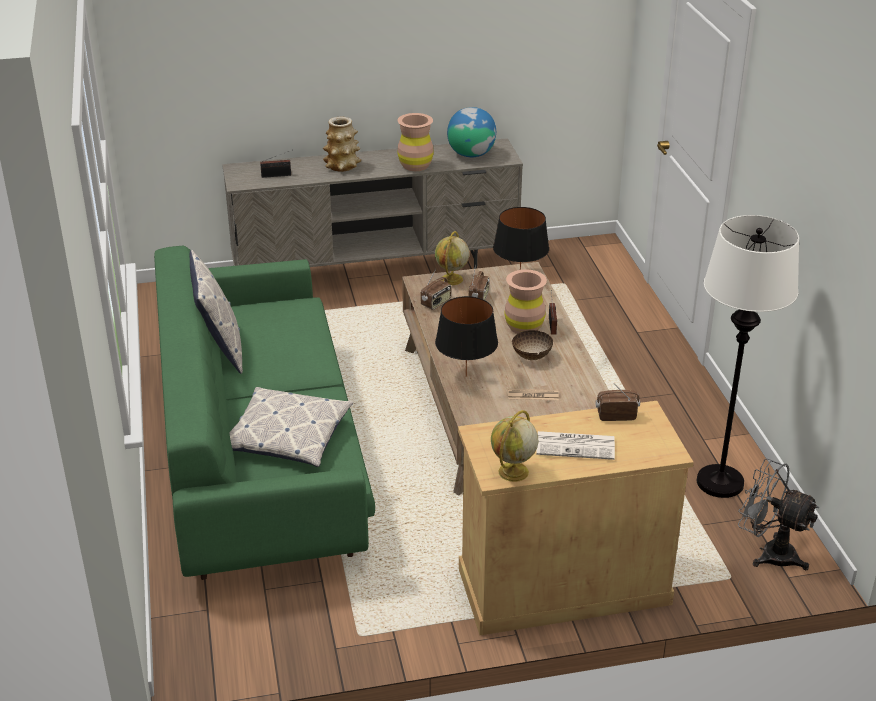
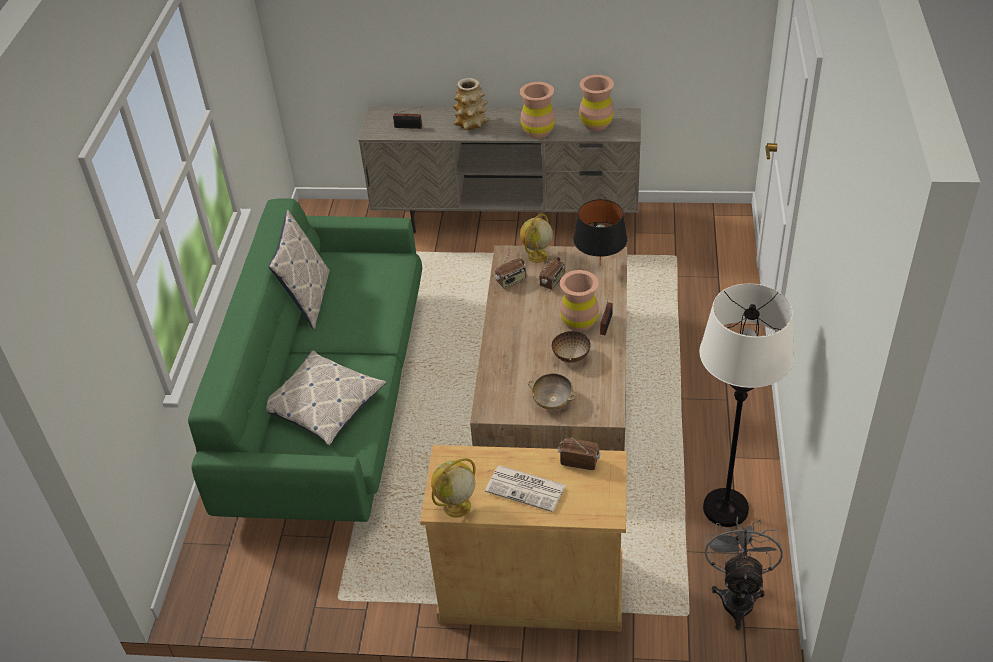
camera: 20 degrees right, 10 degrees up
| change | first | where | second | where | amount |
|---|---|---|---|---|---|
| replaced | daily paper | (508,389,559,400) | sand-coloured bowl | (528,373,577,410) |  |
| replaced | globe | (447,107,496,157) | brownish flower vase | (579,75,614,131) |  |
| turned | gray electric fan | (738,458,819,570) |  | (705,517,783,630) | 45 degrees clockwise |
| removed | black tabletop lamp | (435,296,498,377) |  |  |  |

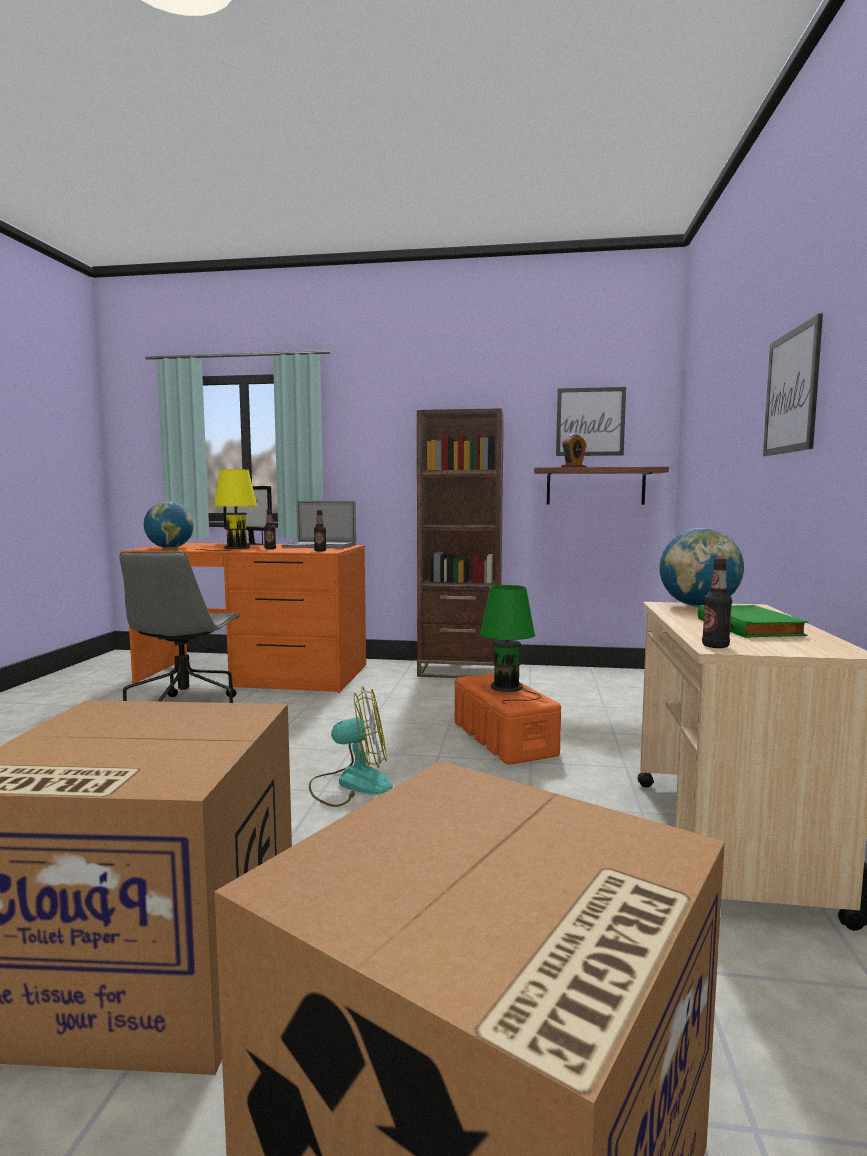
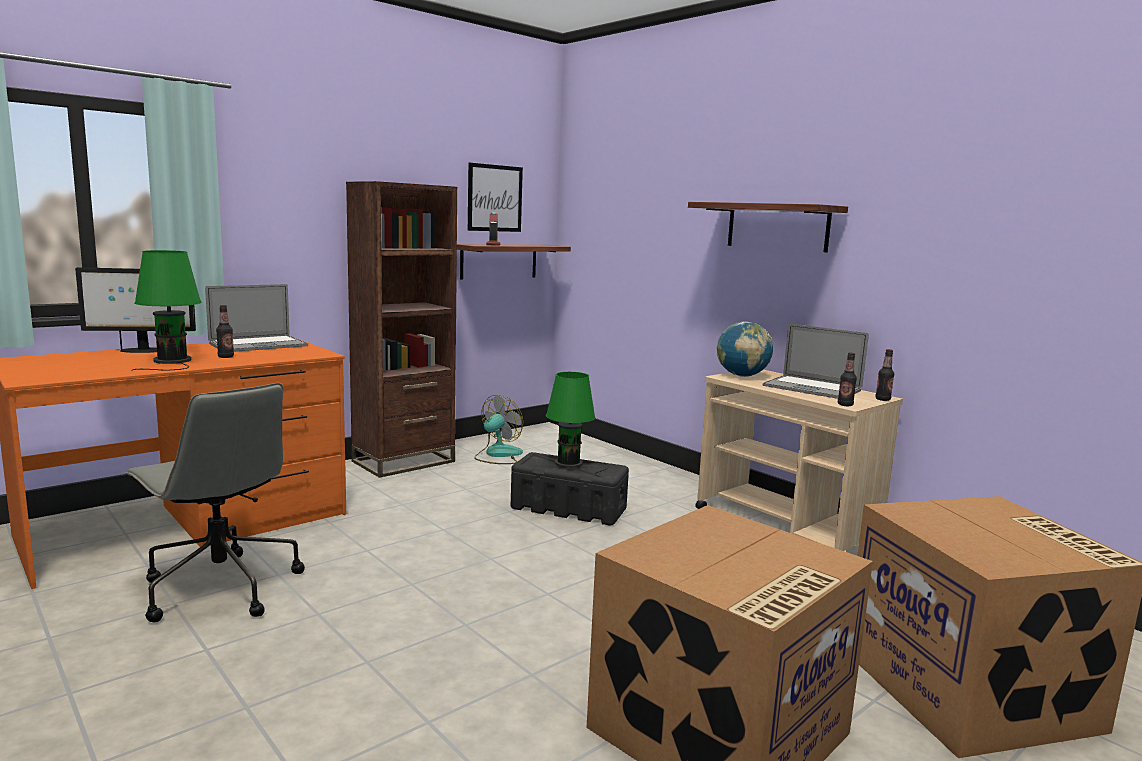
camera: 50 degrees left, 5 degrees up
| change | first | where | second | where | amount |
|---|---|---|---|---|---|
| recoloured | yellow tabletop lamp | (196,469,257,551) | greenish tabletop lamp | (131,250,202,371) |  |
| moved | electric fan | (309,687,393,807) |  | (474,395,523,464) |  |
| recoloured | orange storage bin | (455,673,561,764) | black storage bin | (511,452,629,525) |  |
| replaced | picture | (763,313,823,456) | shelf | (688,202,848,253) |  |
| replaced | greenish volume | (698,605,808,638) | portable computer | (763,323,869,399) |  |
| moved | beverage bottle | (314,510,326,551) |  | (875,349,894,401) |  |
| removed | globe | (144,501,194,548) |  |  |  |

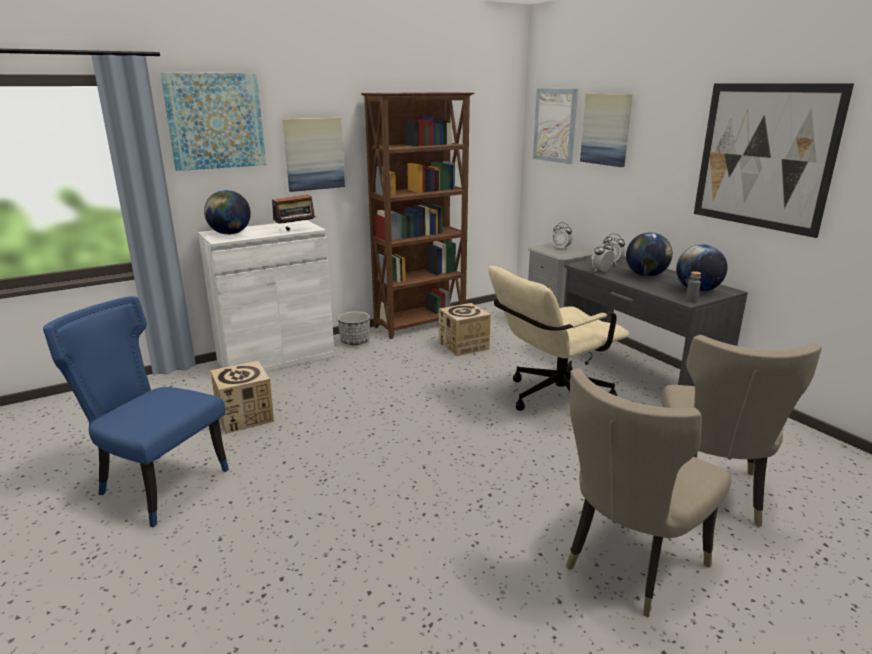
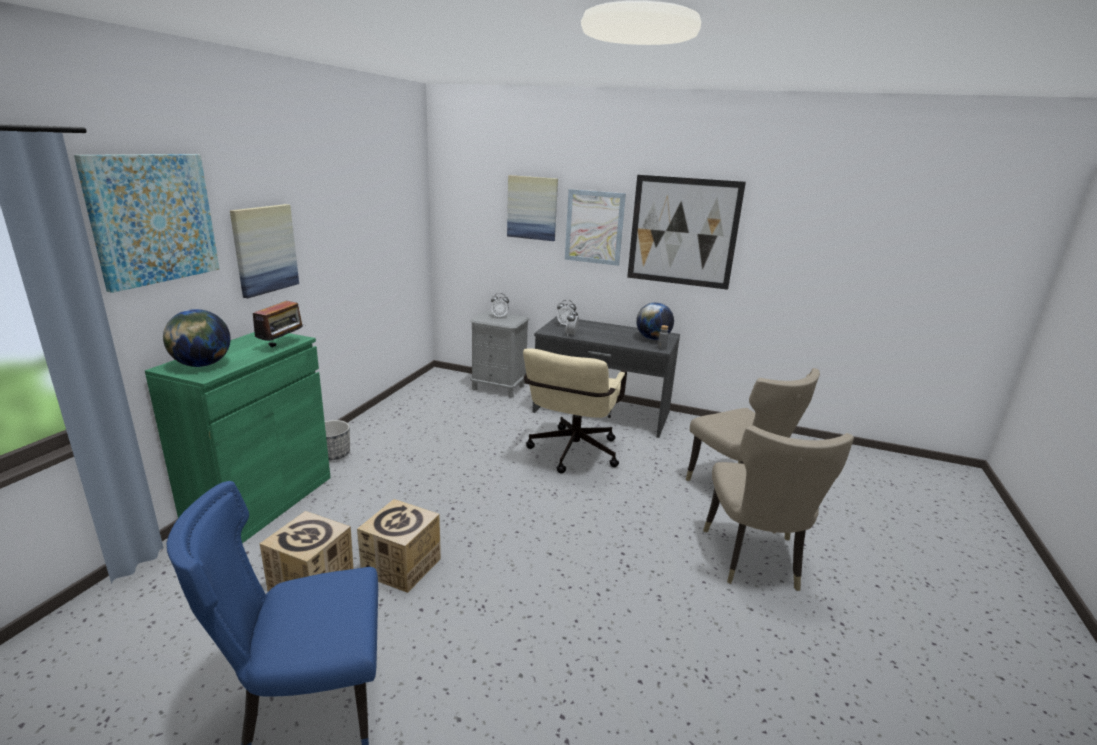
camera: 40 degrees left, 0 degrees up
| change | first | where | second | where | amount |
|---|---|---|---|---|---|
| recoloured | white-coloured cupboard | (198,220,335,372) | greenish cupboard | (145,332,331,543) |  |
| moved | packing box | (439,303,491,356) |  | (357,499,441,593) |  |
| moved | picture | (533,88,578,164) |  | (565,189,626,266) |  |
| removed | brownish bookcase | (361,92,474,339) |  |  |  |
| removed | globe | (626,233,673,277) |  |  |  |

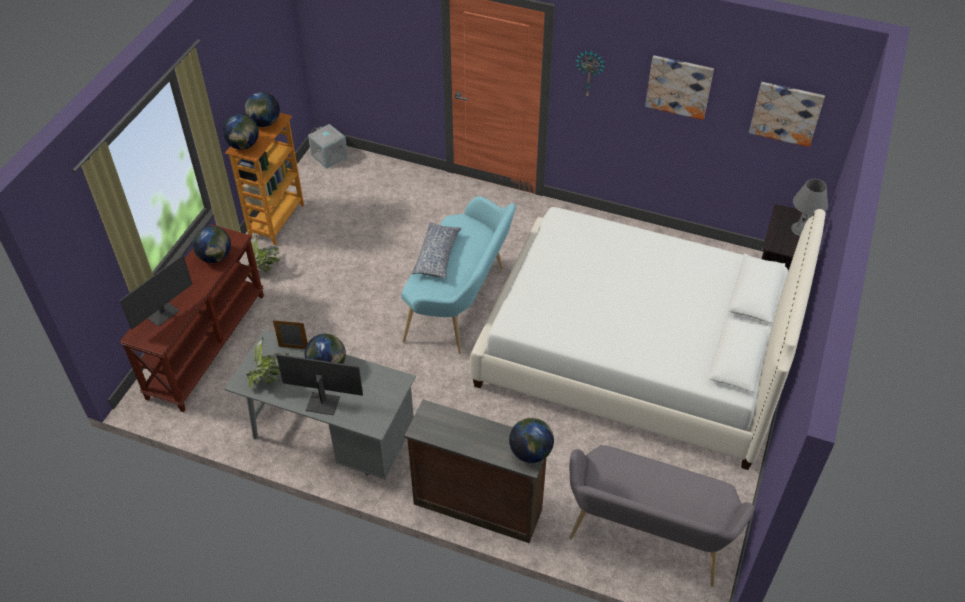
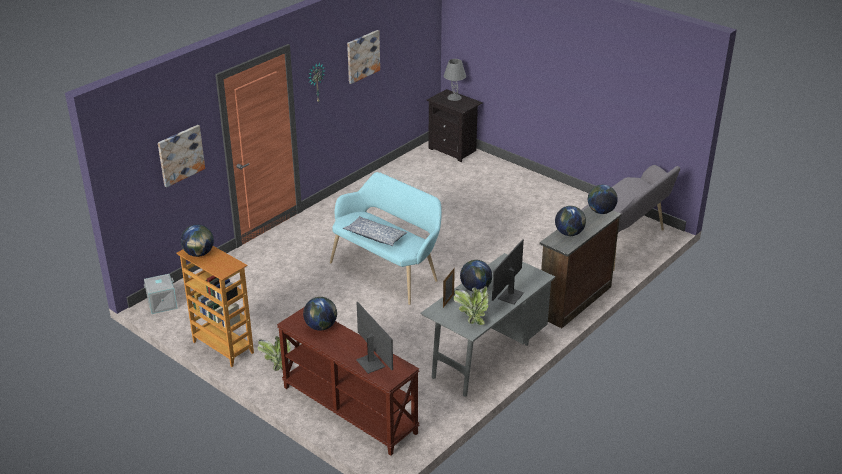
camera: 70 degrees left, 15 degrees down
| change | first | where | second | where | amount |
|---|---|---|---|---|---|
| moved | picture | (749,82,825,147) |  | (158,125,205,188) |  |
| moved | globe | (223,114,259,150) |  | (555,206,586,236) |  |
| removed | white-coloured sleeping bed | (470,207,826,470) |  |  |  |

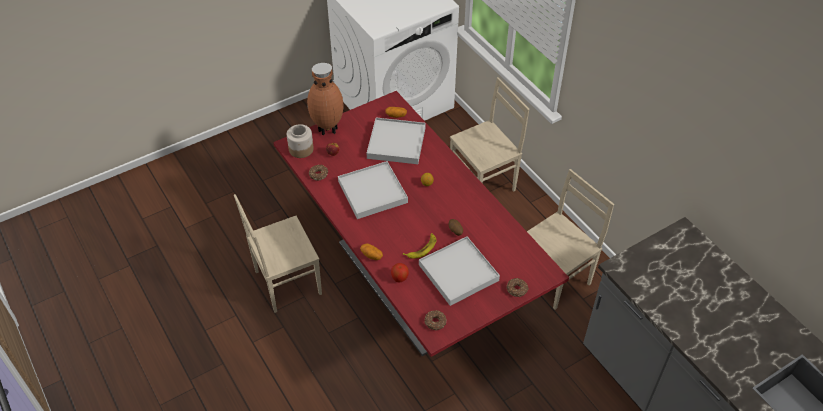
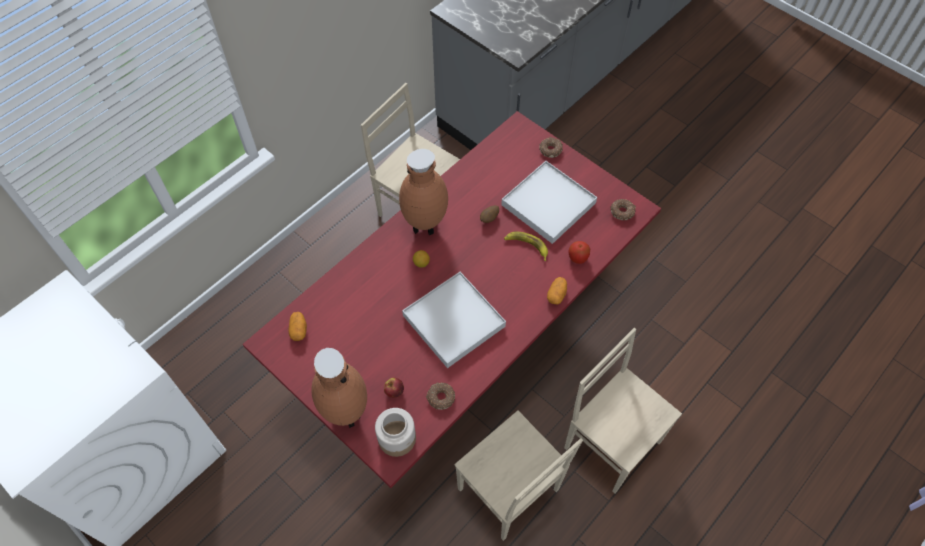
camera: 105 degrees left, 10 degrees up
| change | first | where | second | where | amount |
|---|---|---|---|---|---|
| added |  |  | brownish flower vase | (399,149,448,235) |  |
| moved | sand-coloured upright chair | (450,77,529,192) |  | (564,328,682,494) |  |
| removed | white-coloured carrying tray | (367,118,426,164) |  |  |  |

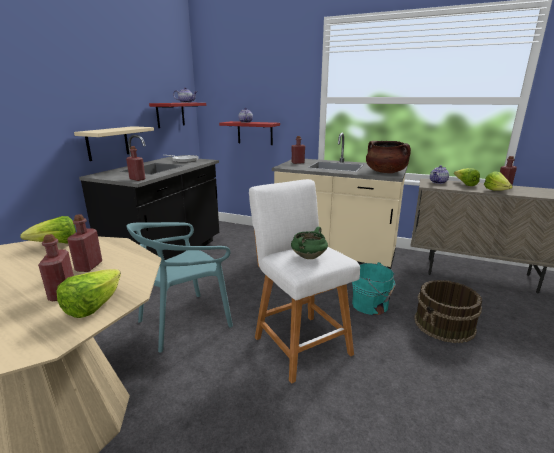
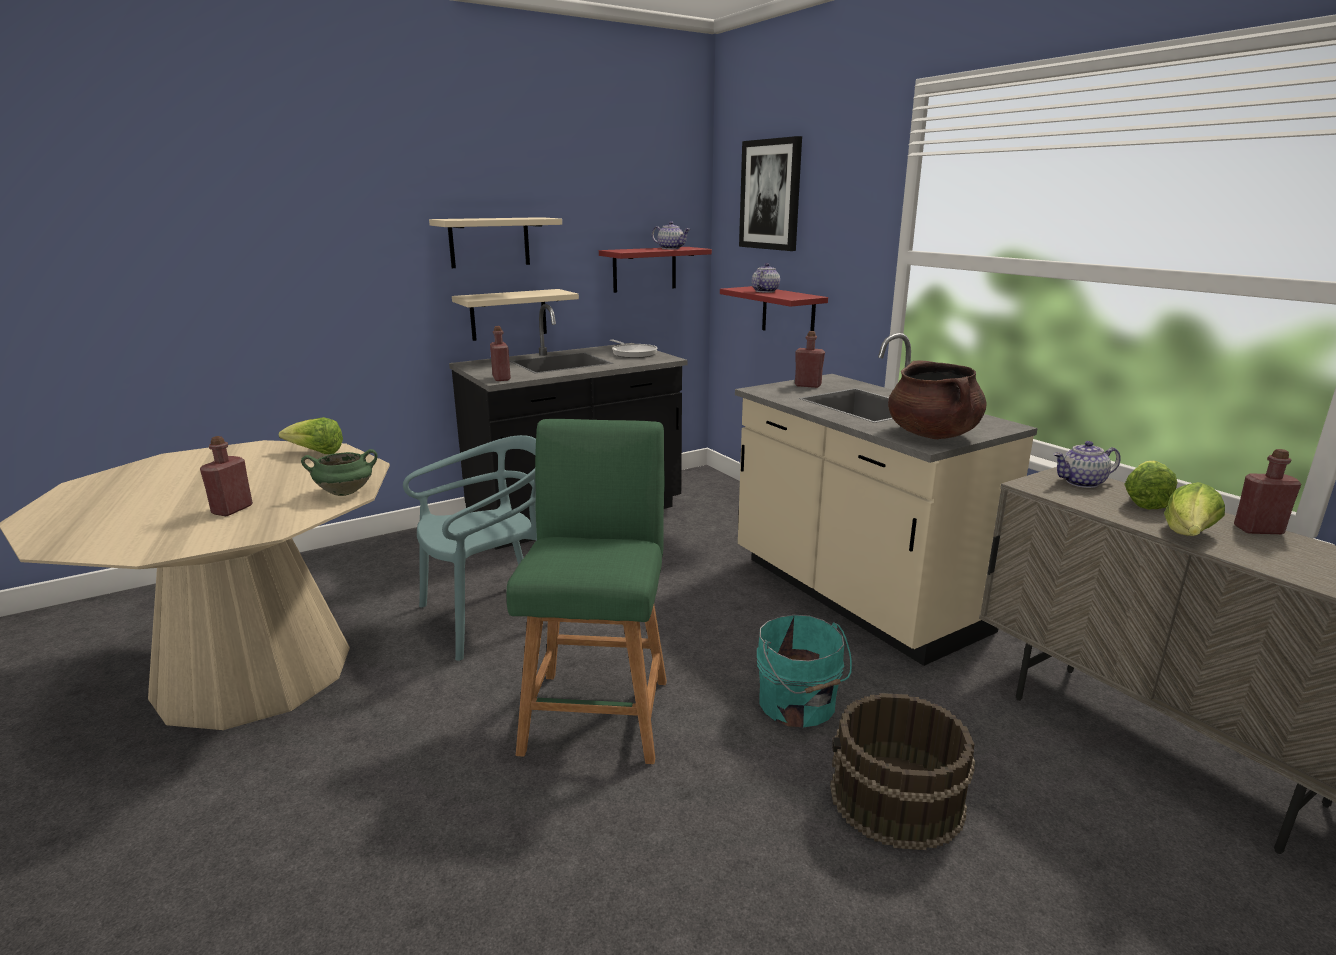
camera: 35 degrees right, 0 degrees up
| change | first | where | second | where | amount |
|---|---|---|---|---|---|
| moved | greenish cooking pot | (291,227,328,259) |  | (301,449,377,496) |  |
| turned | blue-green upright chair | (126,222,233,353) |  | (403,435,537,661) | 150 degrees clockwise |
| added |  |  | sand-coloured shelf | (429,217,562,268) |  |
| recoloured | white-coloured sitting stool | (249,179,360,384) | greenish sitting stool | (507,419,667,764) |  |
| added |  |  | picture | (739,136,802,251) |  |
| removed | head of lettuce | (56,269,121,318) |  |  |  |
| removed | red beverage bottle | (67,214,102,272) |  |  |  |

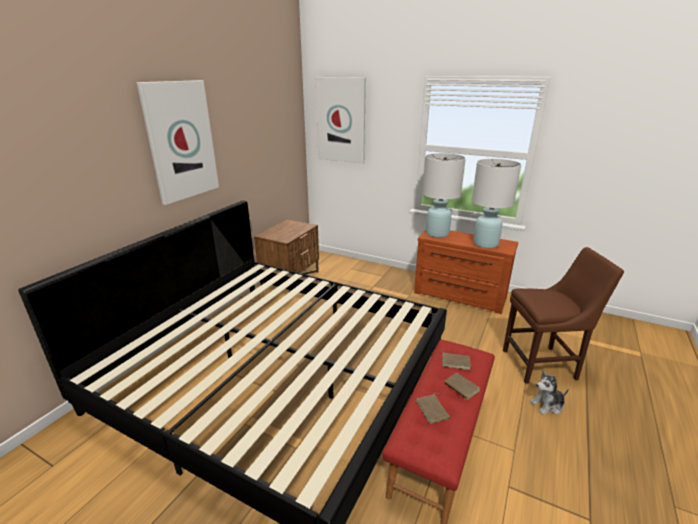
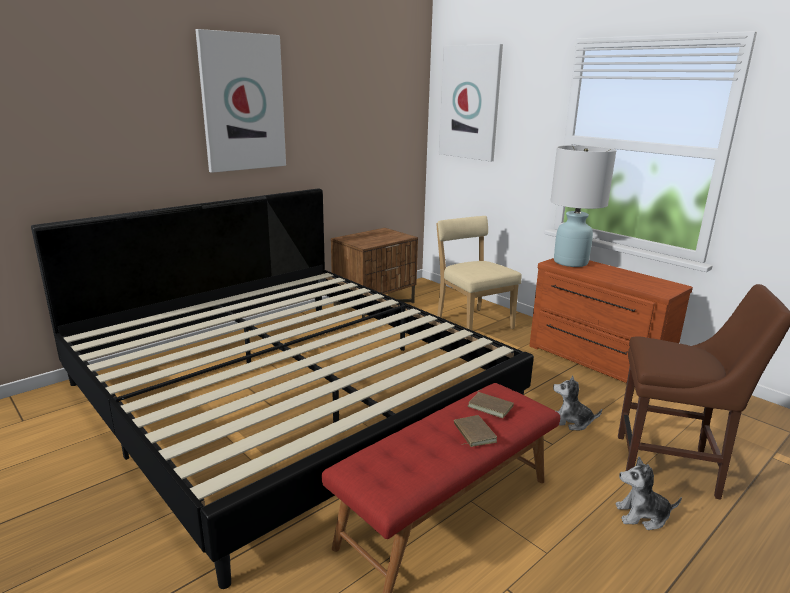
camera: 20 degrees right, 5 degrees down
| change | first | where | second | where | amount |
|---|---|---|---|---|---|
| added |  |  | sand-coloured upright chair | (436,216,521,330) |  |
| added |  |  | plush toy | (553,375,602,430) |  |
| removed | brownish volume | (416,393,450,424) |  |  |  |
| removed | white-coloured tabletop lamp | (472,159,522,248) |  |  |  |

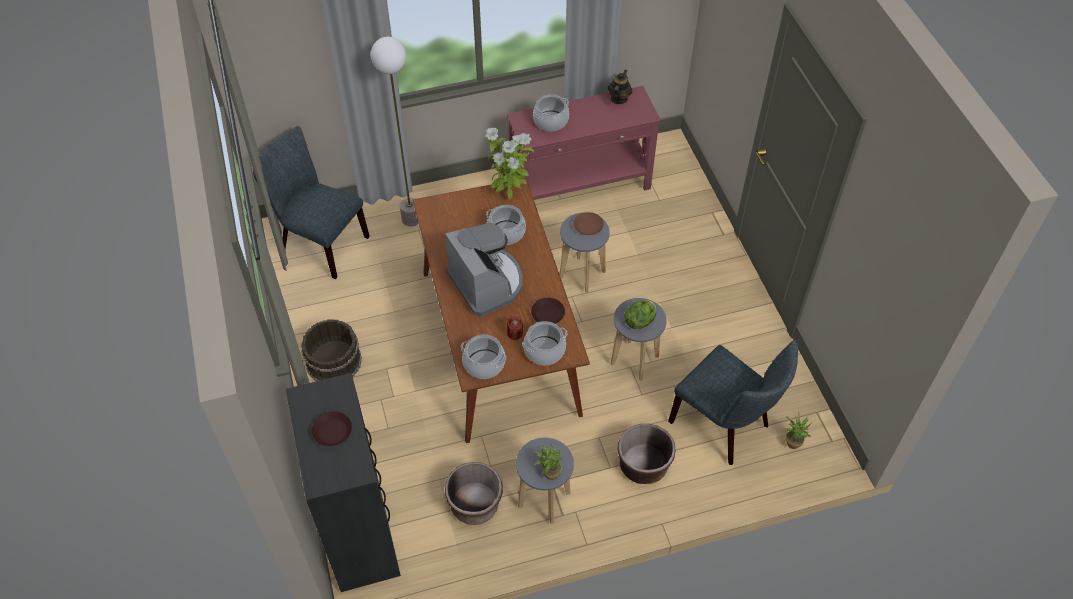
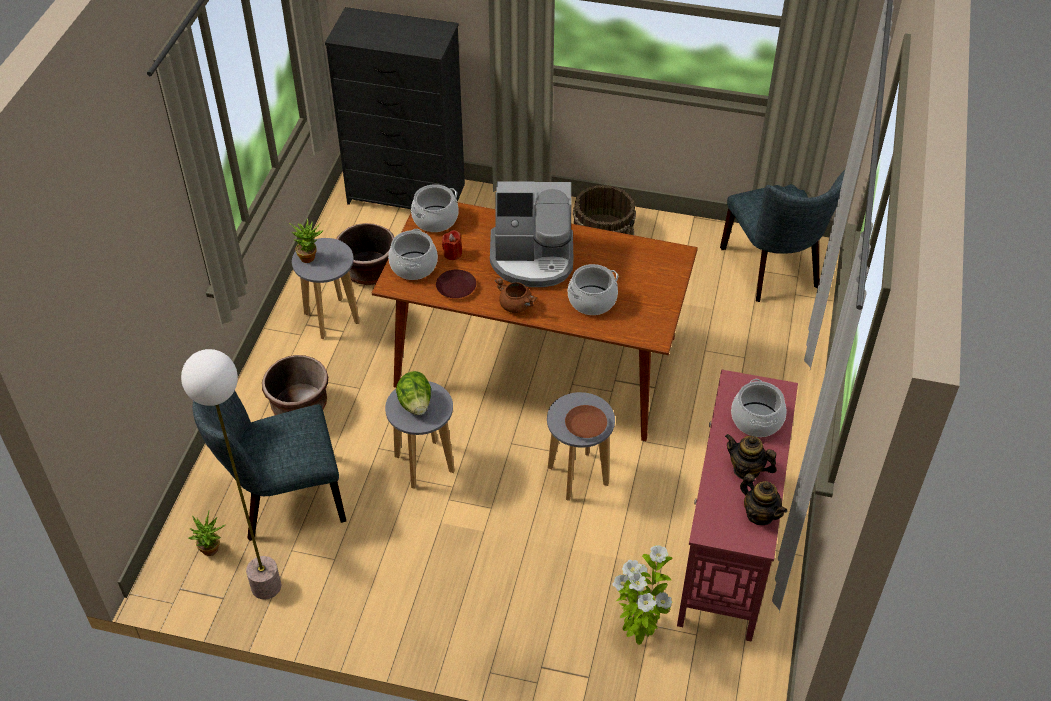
camera: 120 degrees right, 5 degrees down
| change | first | where | second | where | amount |
|---|---|---|---|---|---|
| moved | floor lamp | (371,37,419,226) |  | (181,349,281,599) |  |
| added |  |  | brownish cooking pot | (495,278,537,313) |  |
| moved | potted plant | (484,128,534,200) |  | (612,545,673,645) |  |
| turned | gray upright chair | (253,126,370,279) |  | (720,170,845,302) | 105 degrees clockwise |
| added |  |  | pot for tea | (725,434,777,479) |  |
| removed | brownish flat dish | (312,411,352,446) |  |  |  |

